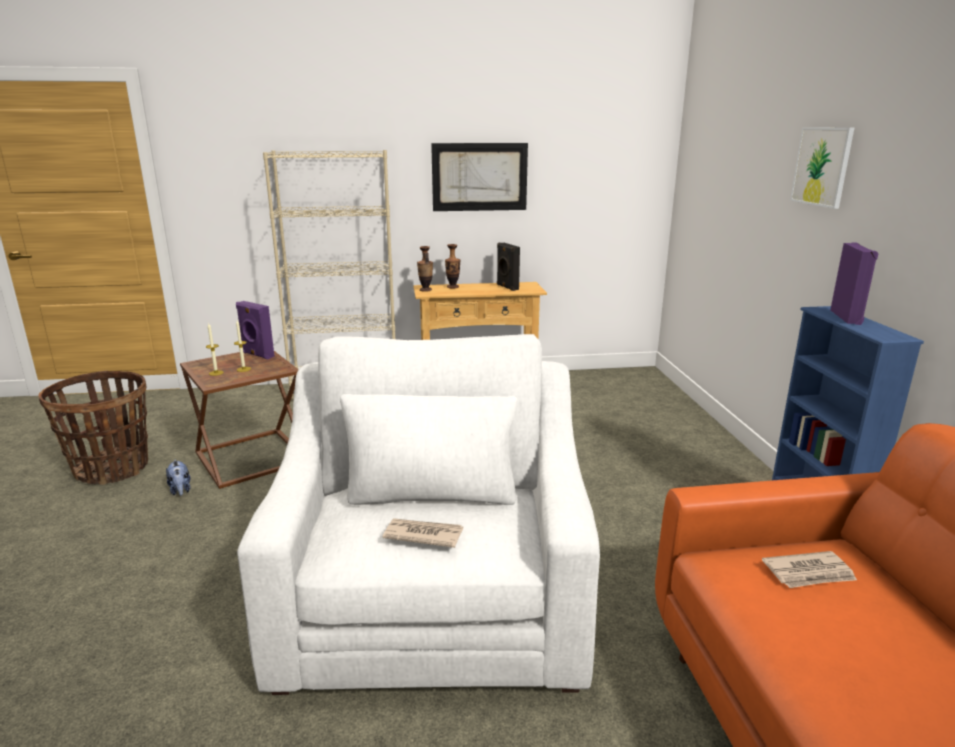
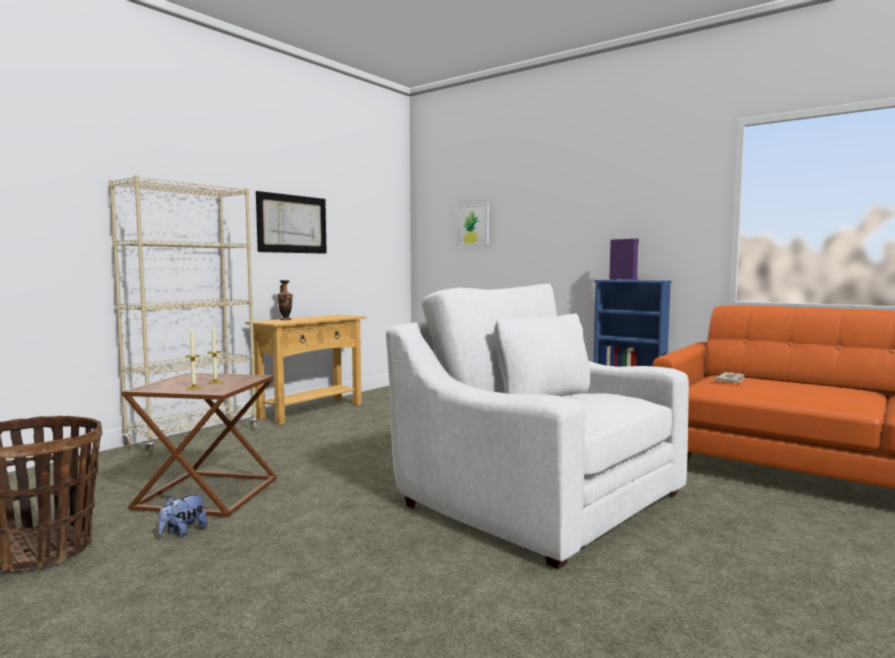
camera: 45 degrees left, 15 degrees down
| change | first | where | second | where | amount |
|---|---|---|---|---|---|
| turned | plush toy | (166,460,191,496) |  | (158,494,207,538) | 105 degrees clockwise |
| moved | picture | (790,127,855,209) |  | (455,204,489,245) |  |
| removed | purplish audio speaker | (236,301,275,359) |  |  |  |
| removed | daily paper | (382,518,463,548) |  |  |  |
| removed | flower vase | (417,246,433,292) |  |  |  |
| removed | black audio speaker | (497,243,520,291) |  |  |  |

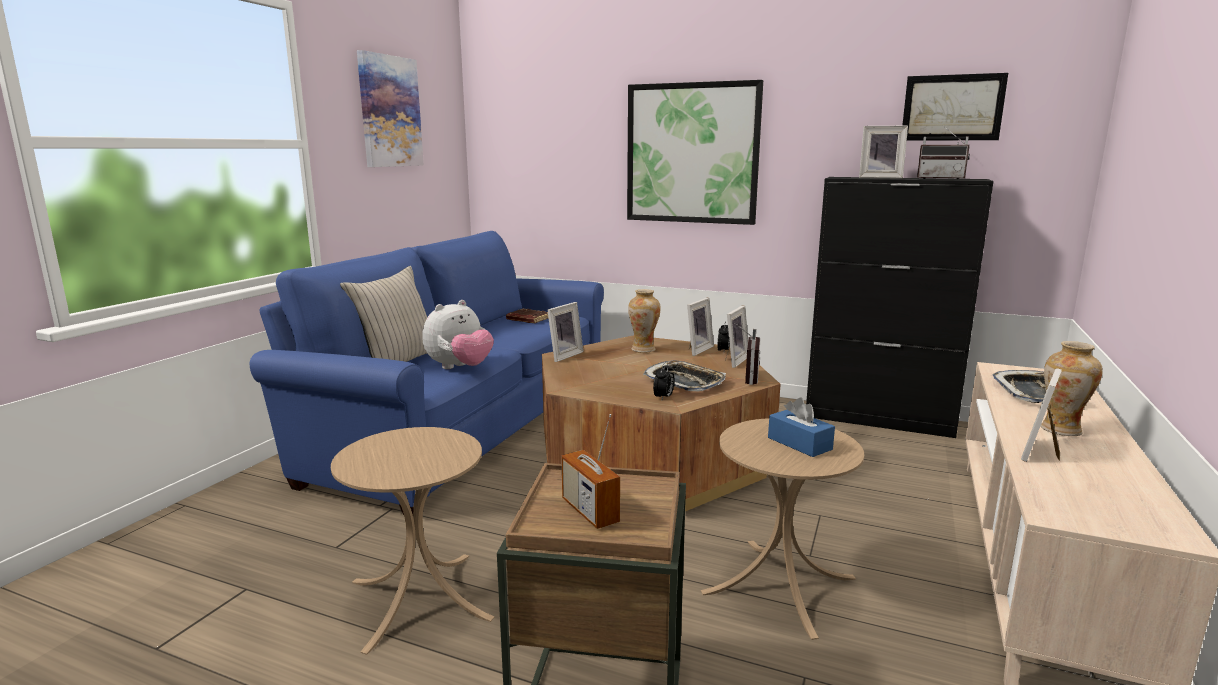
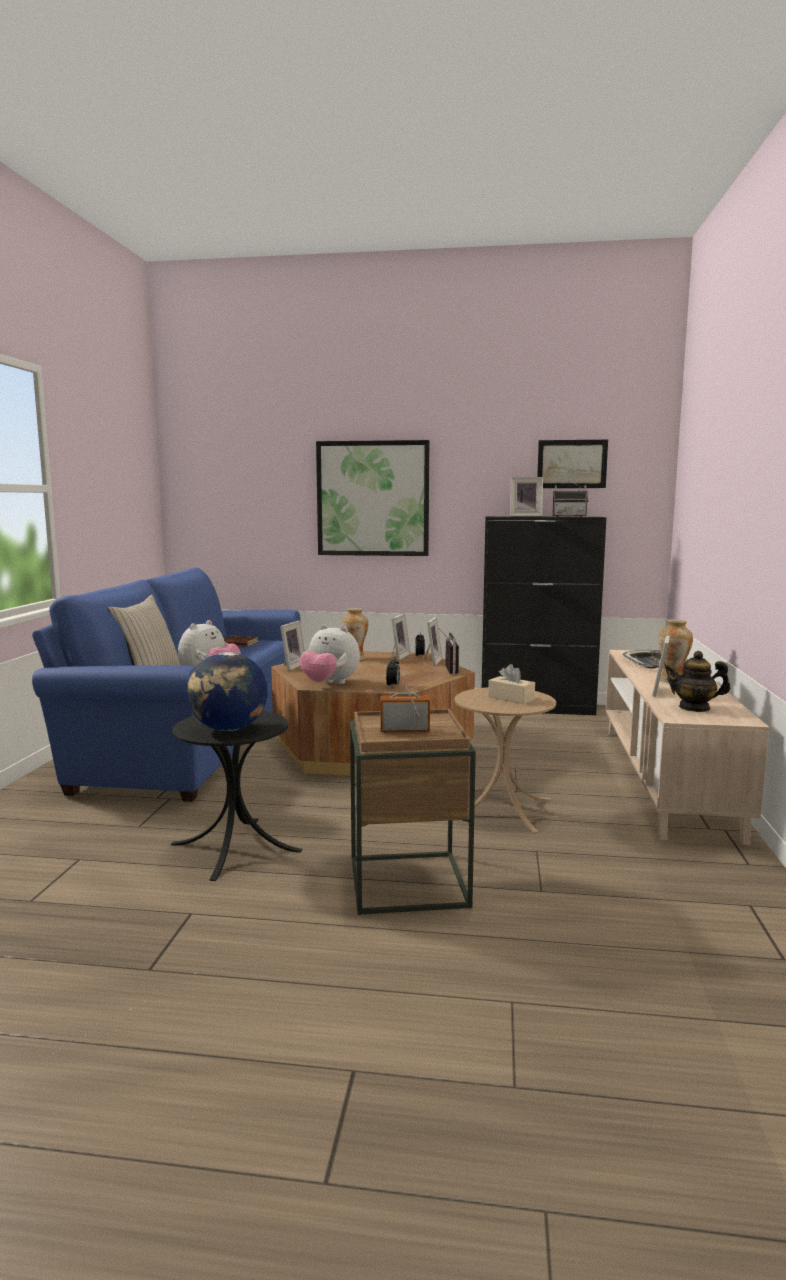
camera: 15 degrees left, 5 degrees down
| change | first | where | second | where | amount |
|---|---|---|---|---|---|
| recoloured | sand-coloured side table | (331,427,495,655) | black side table | (171,711,302,881) |  |
| added |  |  | globe | (187,652,268,731) |  |
| added |  |  | plush toy | (300,625,360,684) |  |
| turned | radio | (561,414,620,529) |  | (380,663,430,733) | 135 degrees clockwise |
| recoloured | blue tissue holder | (768,397,835,457) | sand-coloured tissue holder | (488,664,535,704) |  |
| added |  |  | pot for tea | (665,651,730,712) |  |
| removed | picture | (357,50,424,167) |  |  |  |
| removed | carrying tray | (643,360,726,391) |  |  |  |

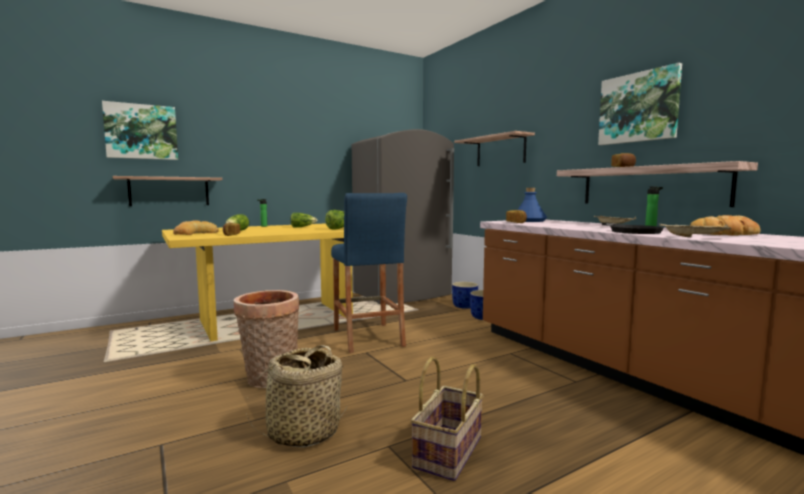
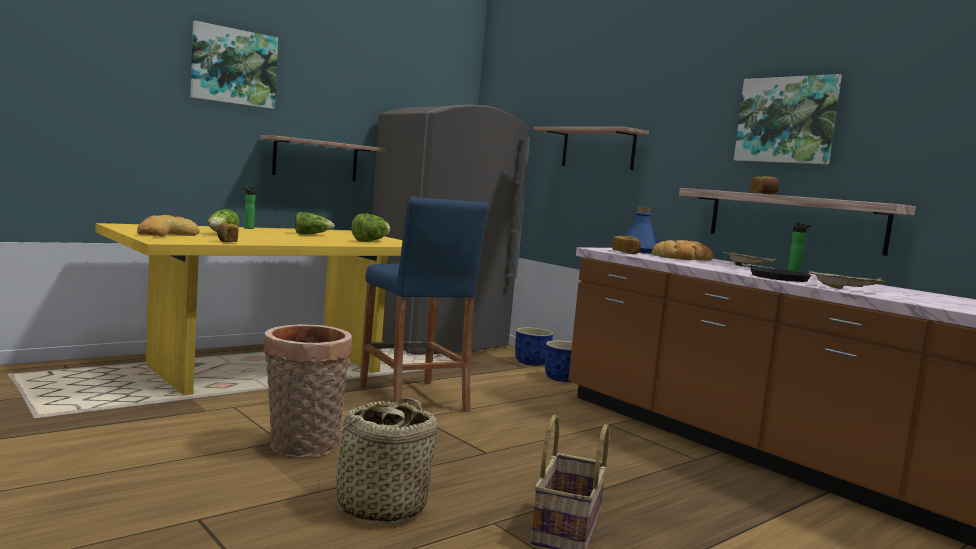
camera: 10 degrees left, 0 degrees up
| change | first | where | second | where | amount |
|---|---|---|---|---|---|
| moved | picture | (102,101,178,160) |  | (190,21,278,109) |  |
| moved | shelf | (113,176,222,206) |  | (260,135,386,181) |  |
| moved | bakery bread | (690,215,761,236) |  | (652,240,713,260) |  |

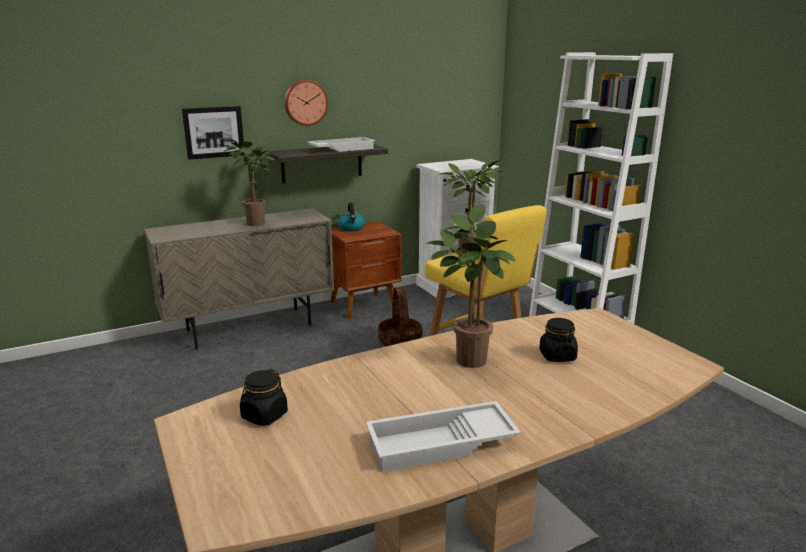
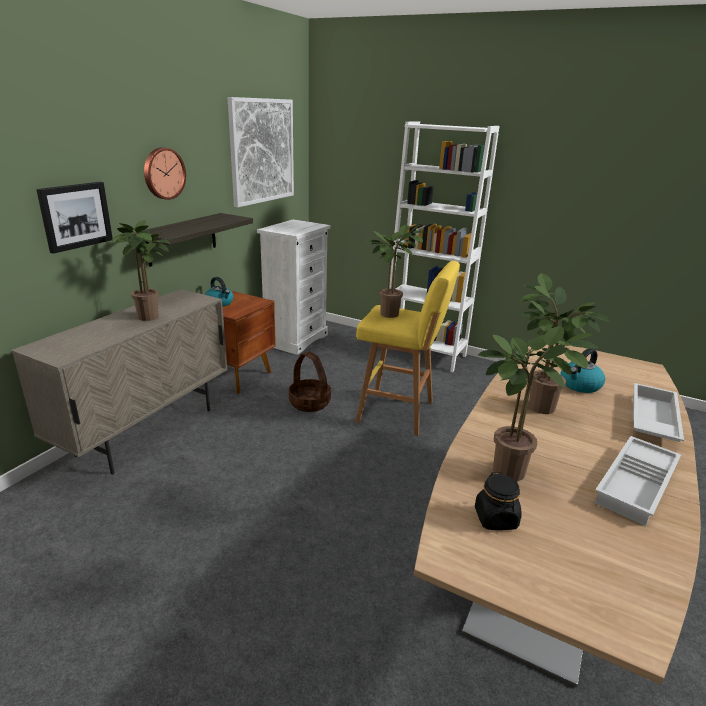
camera: 35 degrees left, 5 degrees up
| change | first | where | second | where | amount |
|---|---|---|---|---|---|
| added |  |  | picture | (228,97,294,207) |  |
| added |  |  | potted plant | (478,326,599,482) |  |
| replaced | black storage jar | (539,318,578,362) | tea kettle | (560,348,605,393) |  |
| moved | white-coloured carrying tray | (307,137,375,152) |  | (633,383,684,442) |  |

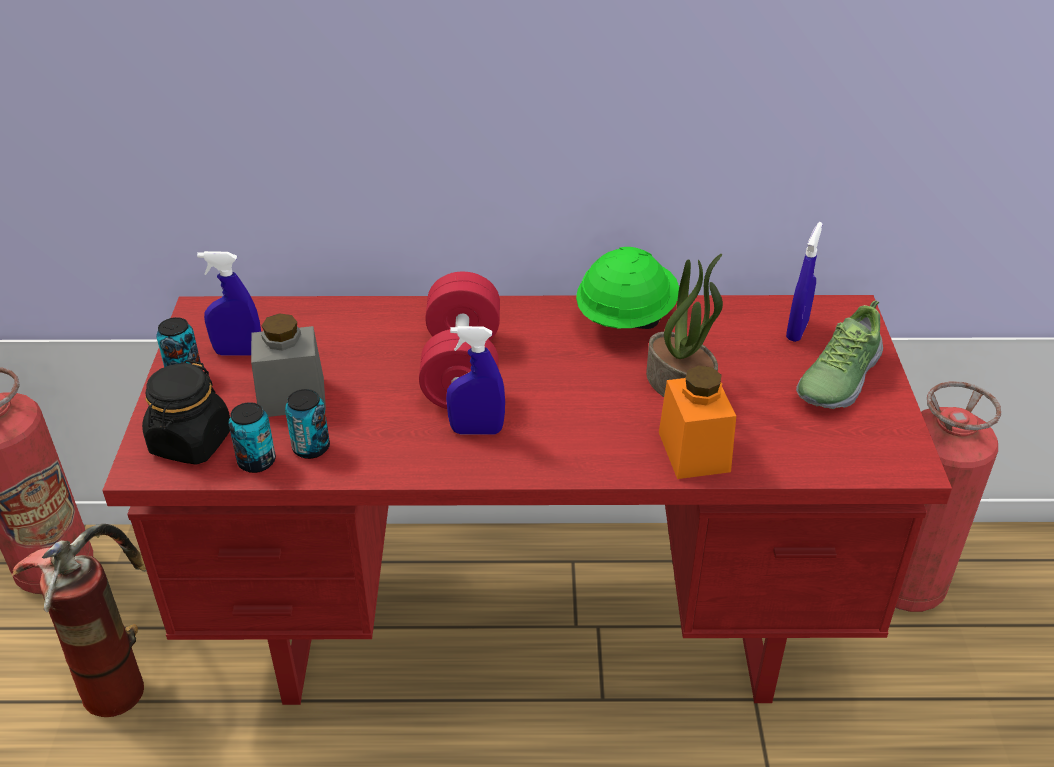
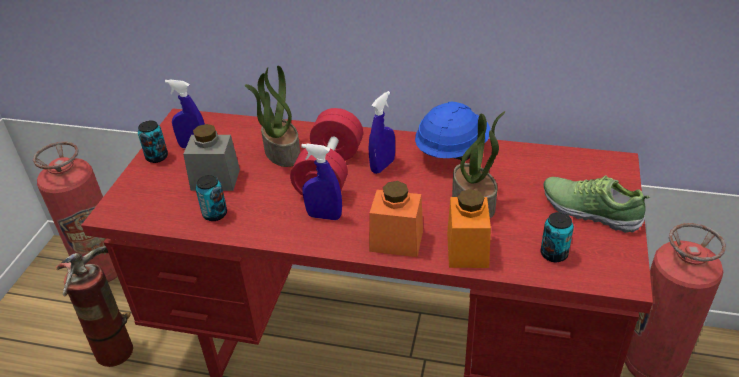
camera: 15 degrees right, 0 degrees up
| change | first | where | second | where | amount |
|---|---|---|---|---|---|
| added |  |  | potted plant | (245,65,300,167) |  |
| moved | blue hand sprayer | (786,222,823,342) |  | (369,91,395,174) |  |
| added |  |  | orange storage jar | (369,181,423,257) |  |
| recoloured | greenish work helmet | (576,247,679,329) | blue work helmet | (415,102,490,160) |  |
| moved | sealed can | (228,402,276,473) |  | (540,212,574,262) |  |
| turned | low shoe | (796,300,883,409) |  | (543,175,651,233) | 75 degrees clockwise |
| removed | black storage jar | (142,360,230,465) |  |  |  |

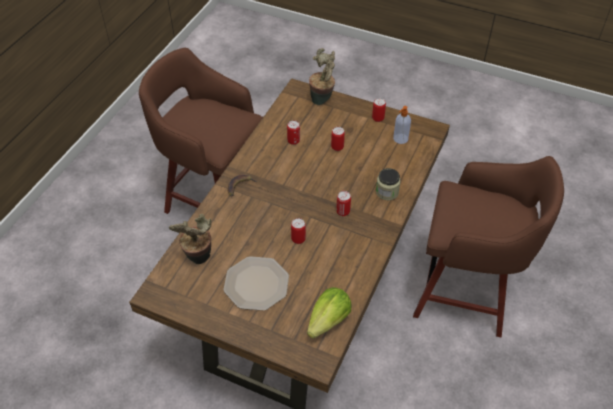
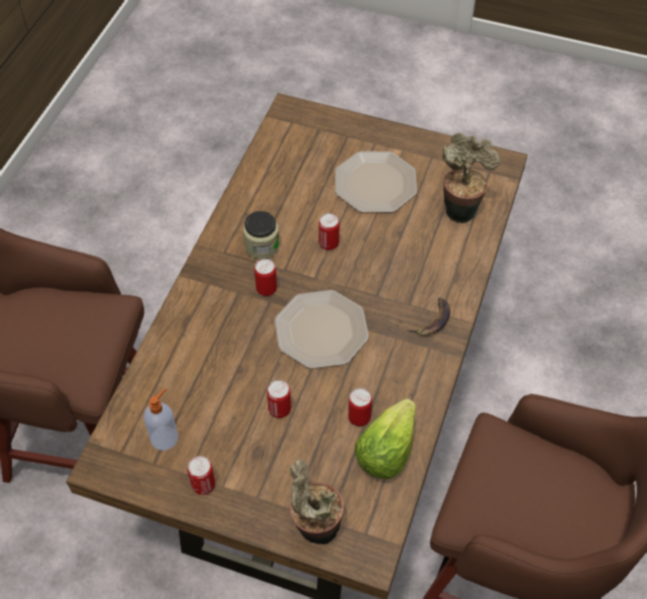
camera: 175 degrees right, 5 degrees up
| change | first | where | second | where | amount |
|---|---|---|---|---|---|
| moved | storage jar | (376,168,401,200) |  | (243,211,279,259) |  |
| added |  |  | flat dish | (274,290,369,369) |  |
| moved | head of lettuce | (307,287,352,339) |  | (355,399,416,479) |  |

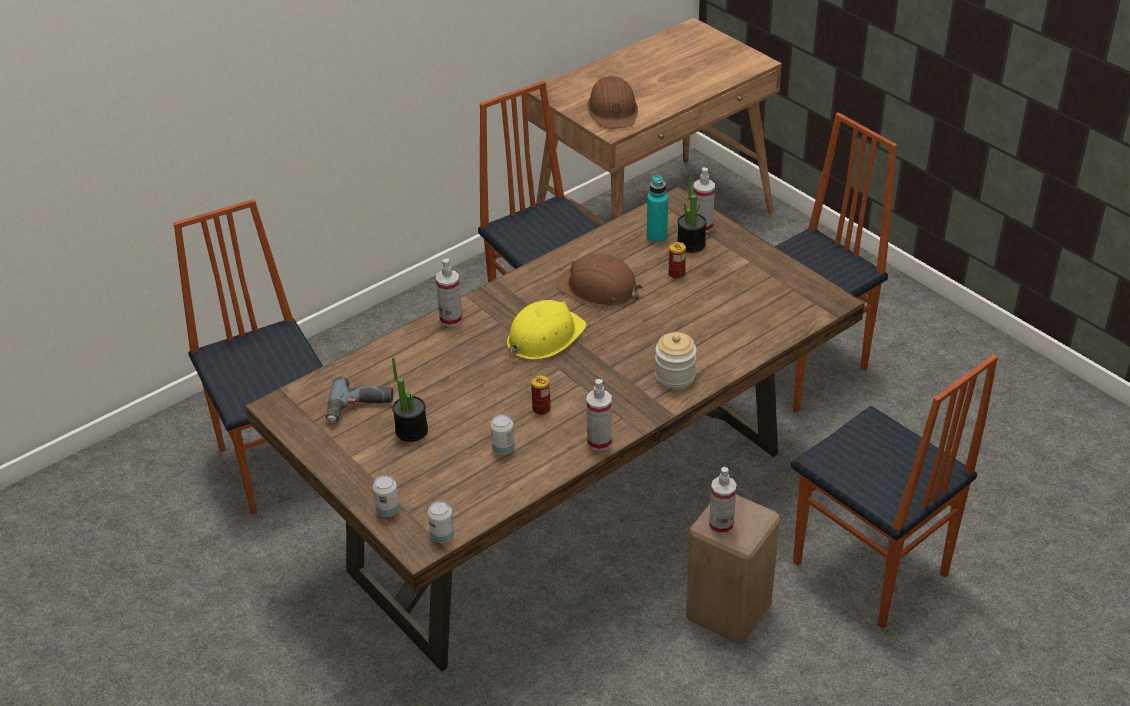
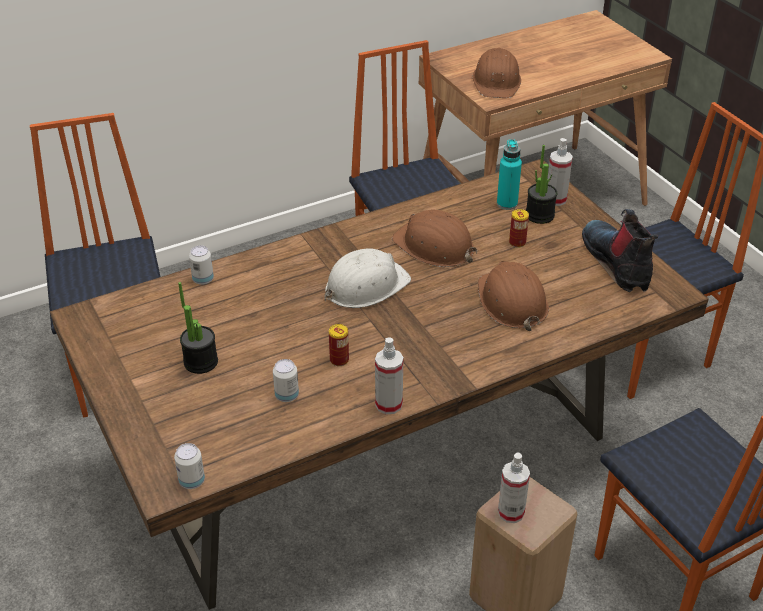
camera: 10 degrees right, 0 degrees up
| change | first | where | second | where | amount |
|---|---|---|---|---|---|
| moved | sealed can | (373,475,400,517) |  | (189,245,214,285) |  |
| recoloured | yellow work helmet | (507,300,587,360) | white-coloured work helmet | (324,249,411,308) |  |
| added |  |  | brownish work helmet | (478,261,549,331) |  |
| added |  |  | boot | (582,209,659,292) |  |
| removed | drill | (326,376,393,423) |  |  |  |
| removed | hand sprayer | (436,259,463,327) |  |  |  |
| removed | storage jar | (655,332,697,390) |  |  |  |

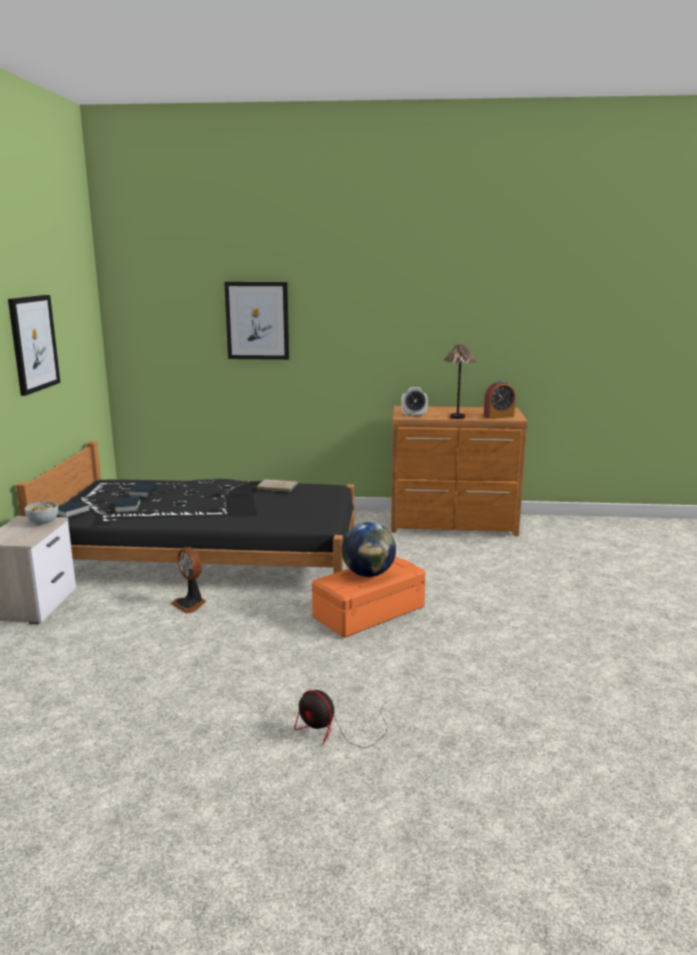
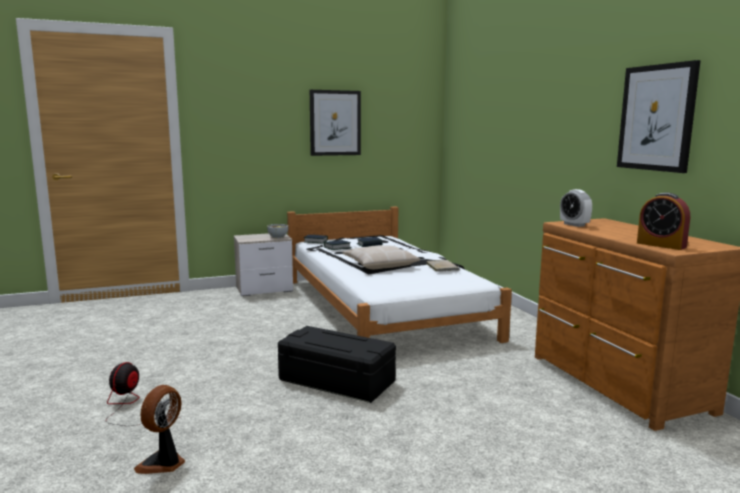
camera: 65 degrees right, 5 degrees down
| change | first | where | second | where | amount |
|---|---|---|---|---|---|
| moved | electric fan | (171,547,206,614) |  | (134,385,185,474) |  |
| recoloured | orange storage bin | (312,556,425,638) | black storage bin | (278,326,396,403) |  |
| recoloured | black sleeping bed | (16,441,354,574) | white-coloured sleeping bed | (287,206,512,343) |  |
| added |  |  | sand-coloured pillow | (342,245,420,269) |  |
| moved | picture | (224,282,289,360) |  | (617,60,701,173) |  |
| removed | globe | (342,522,396,577) |  |  |  |
| removed | tabletop lamp | (444,344,477,419) |  |  |  |

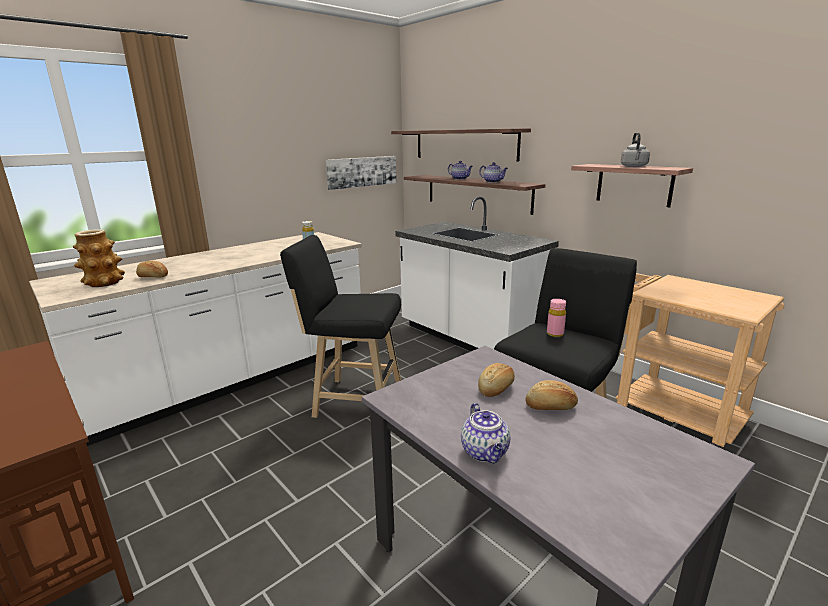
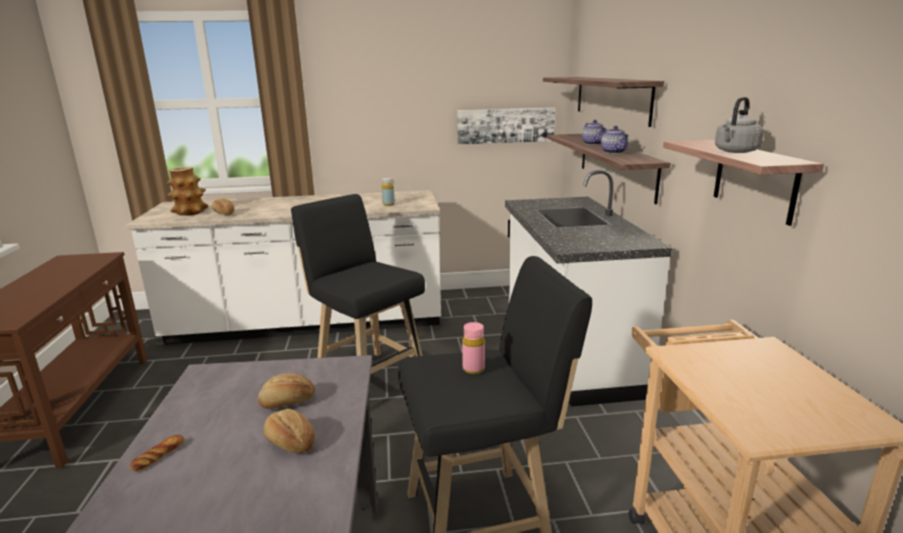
camera: 35 degrees right, 0 degrees up
| change | first | where | second | where | amount |
|---|---|---|---|---|---|
| replaced | pot for tea | (461,403,510,463) | bakery bread | (130,435,185,471) |  |

